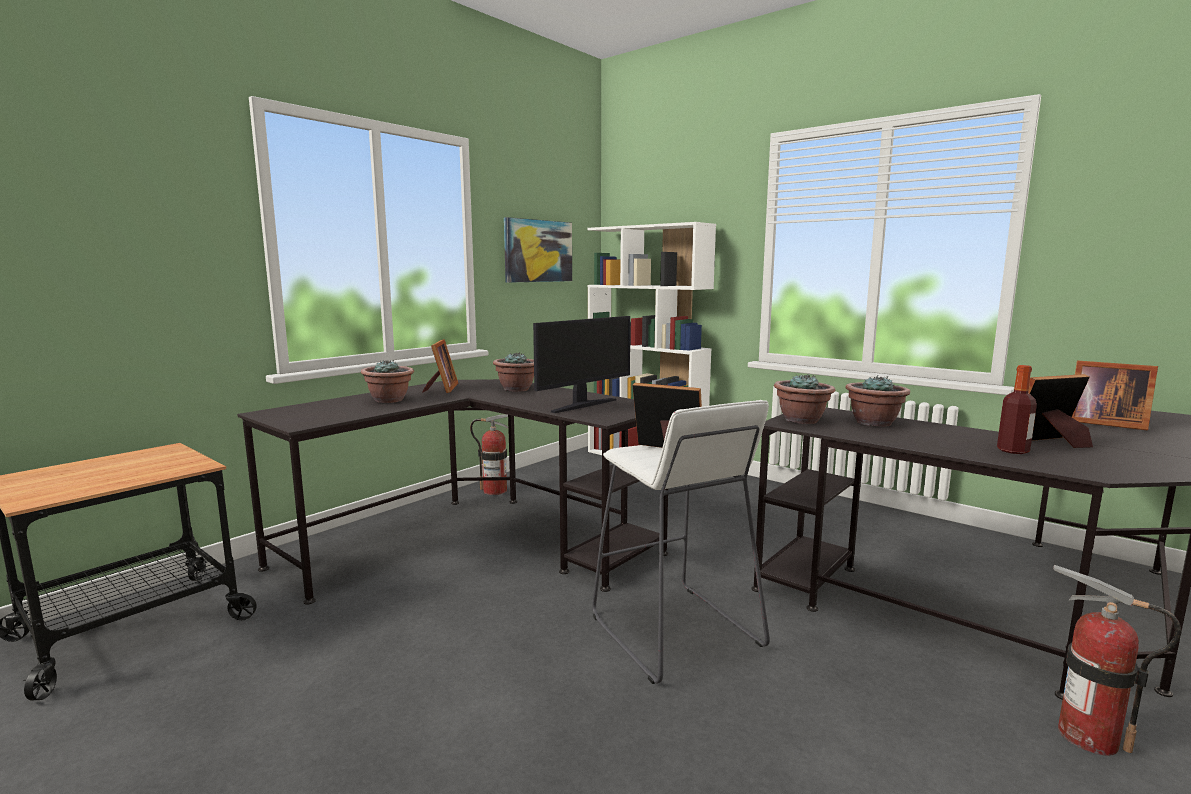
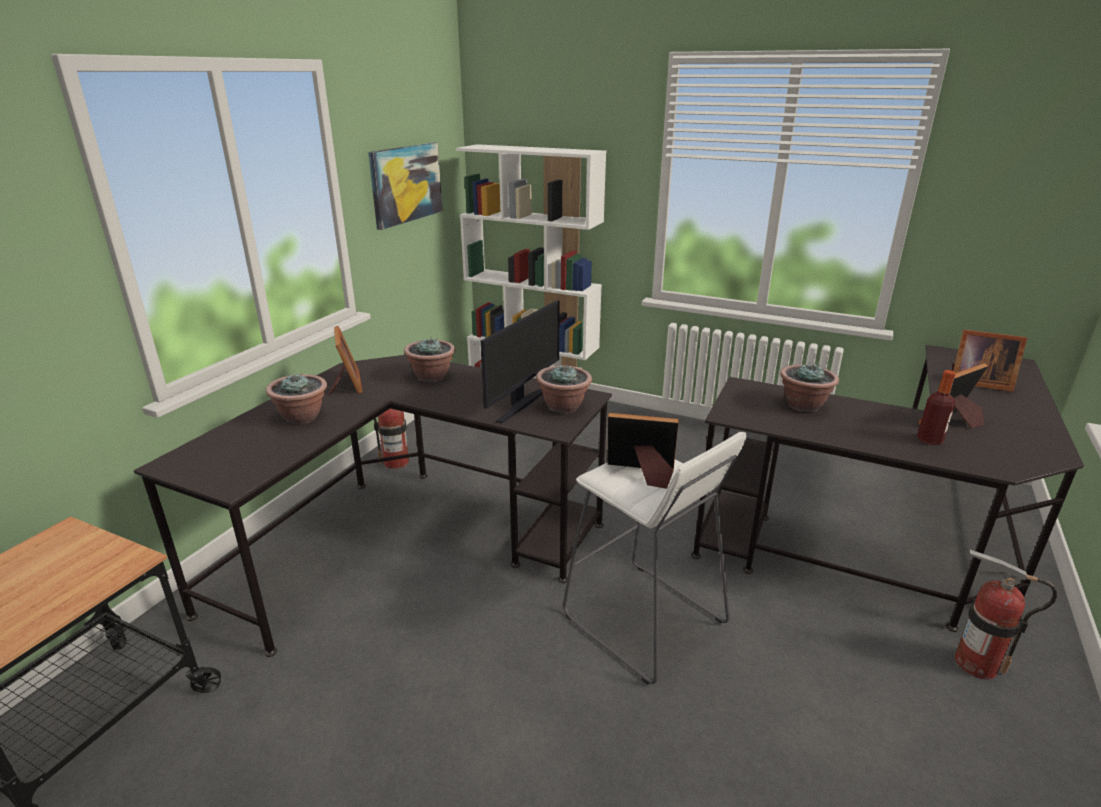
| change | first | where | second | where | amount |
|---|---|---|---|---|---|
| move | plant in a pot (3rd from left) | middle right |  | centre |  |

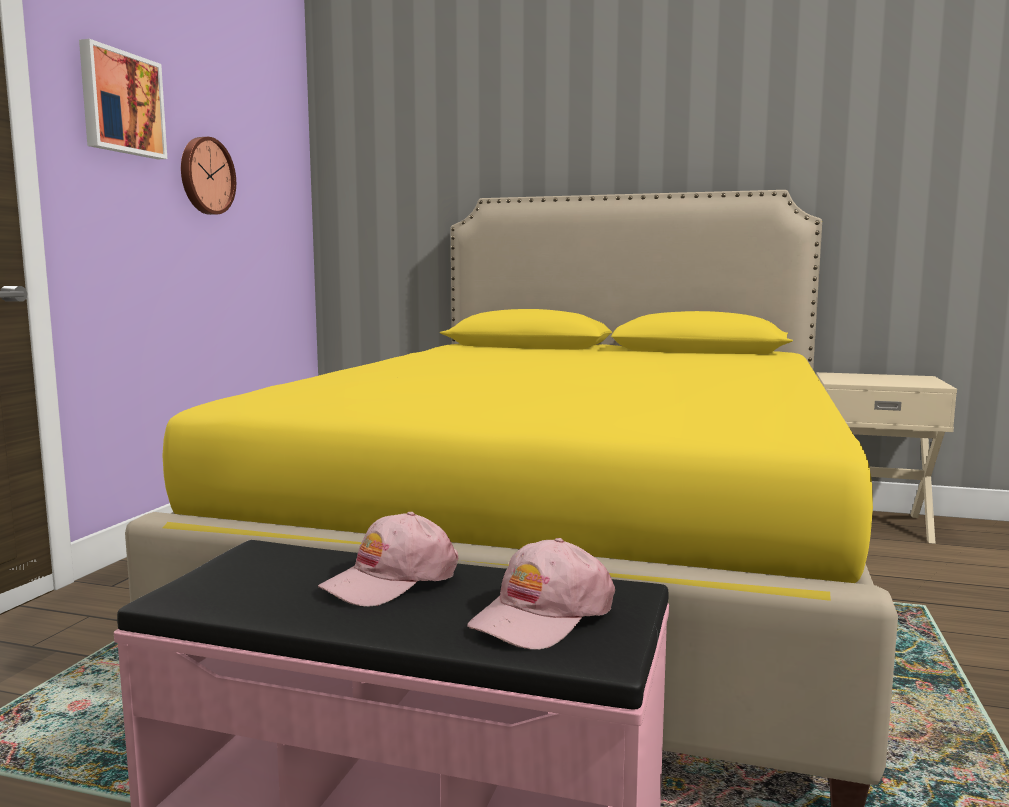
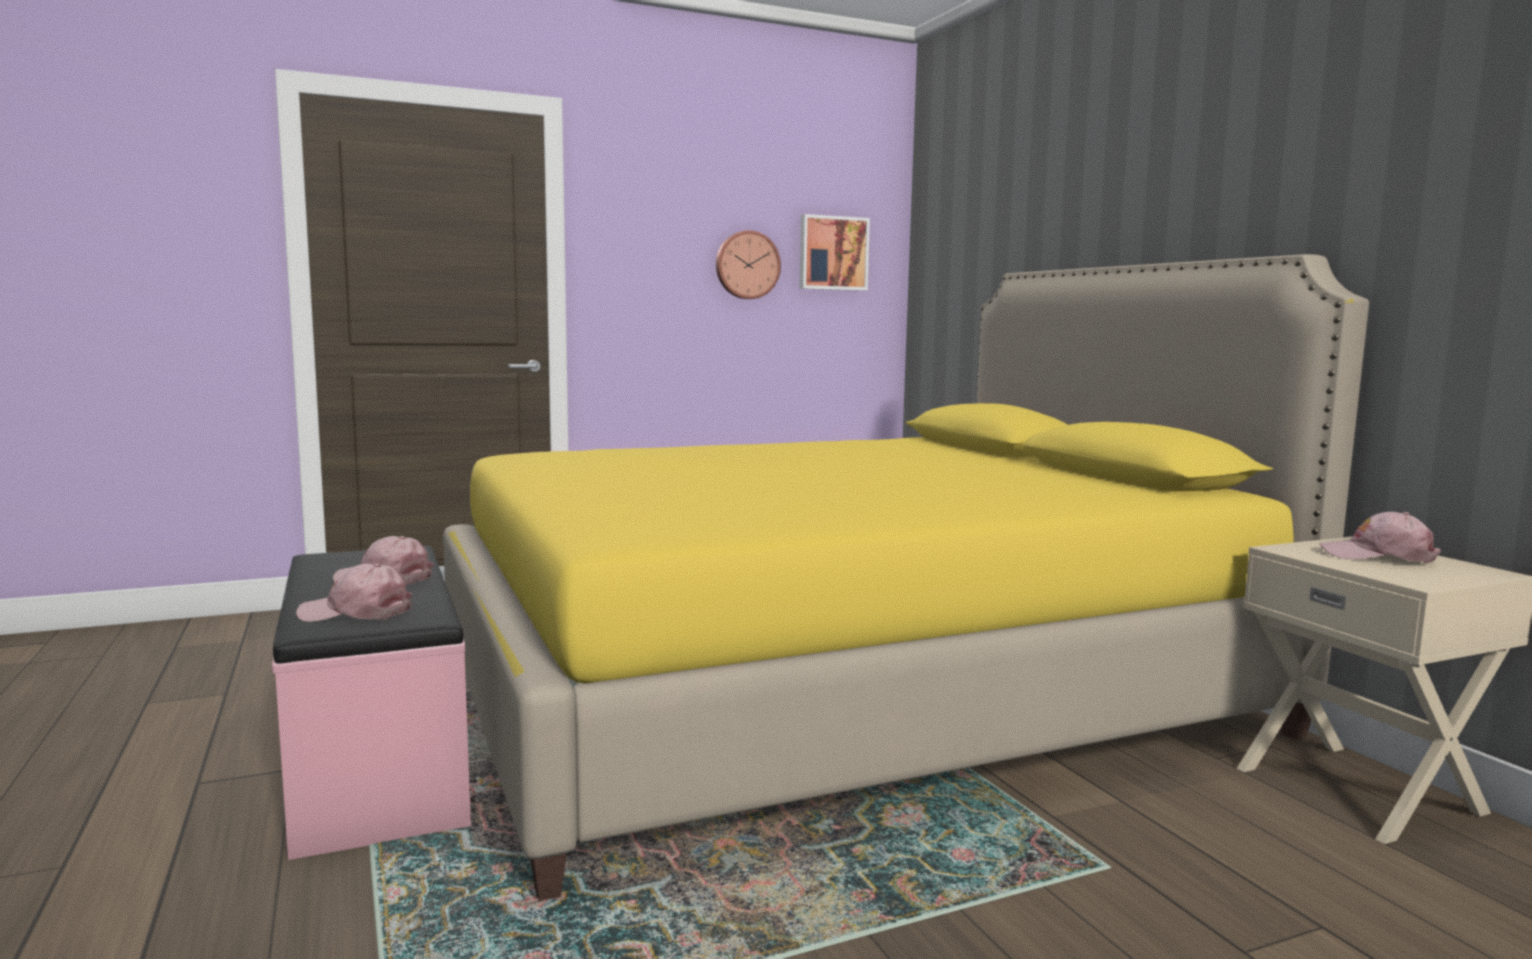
| change | first | where | second | where | amount |
|---|---|---|---|---|---|
| insert |  |  | cap (pink) (3rd from left) | middle right |  |
| move | wall picture | top left |  | top centre |  |

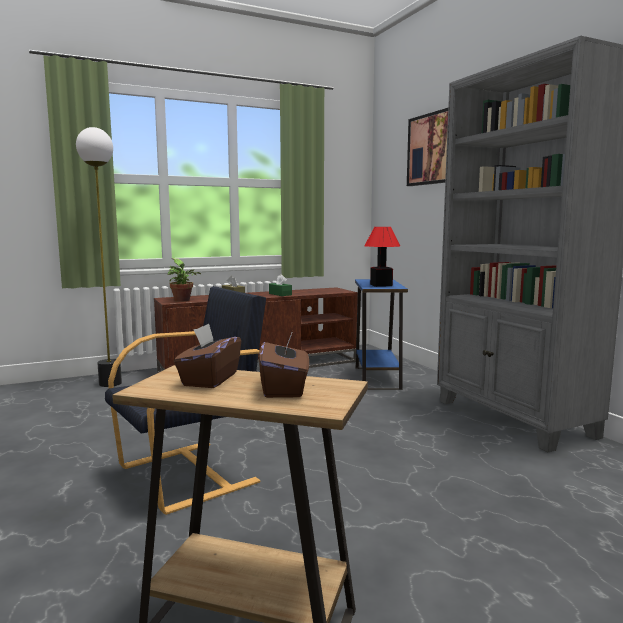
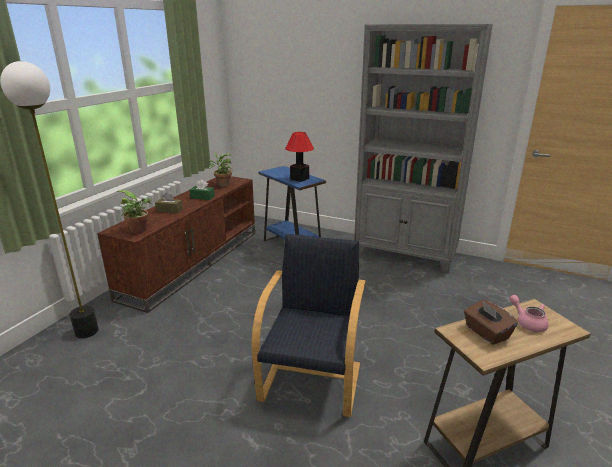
| change | first | where | second | where | amount |
|---|---|---|---|---|---|
| delete | wall picture | top right |  |  |  |
| insert |  |  | plant in a pot (2nd from left) | centre |  |
| replace | tissue holder (brownish) (3rd from left) | centre | tea pot (pink) | bottom right |  |

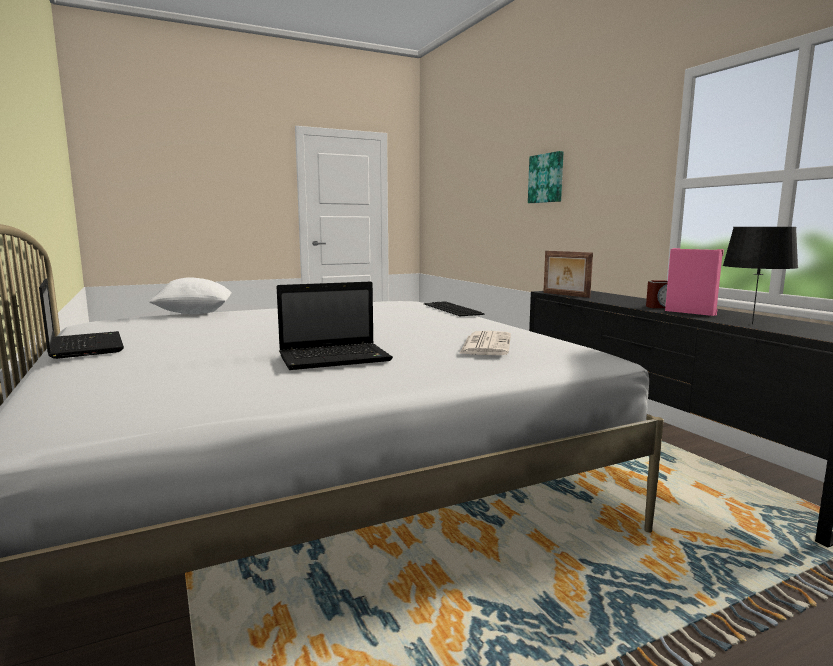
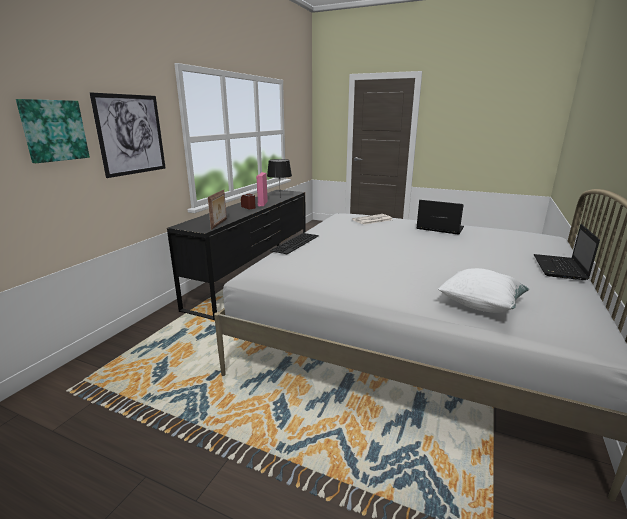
| change | first | where | second | where | amount |
|---|---|---|---|---|---|
| insert |  |  | wall picture (2nd from left) | top left |  |

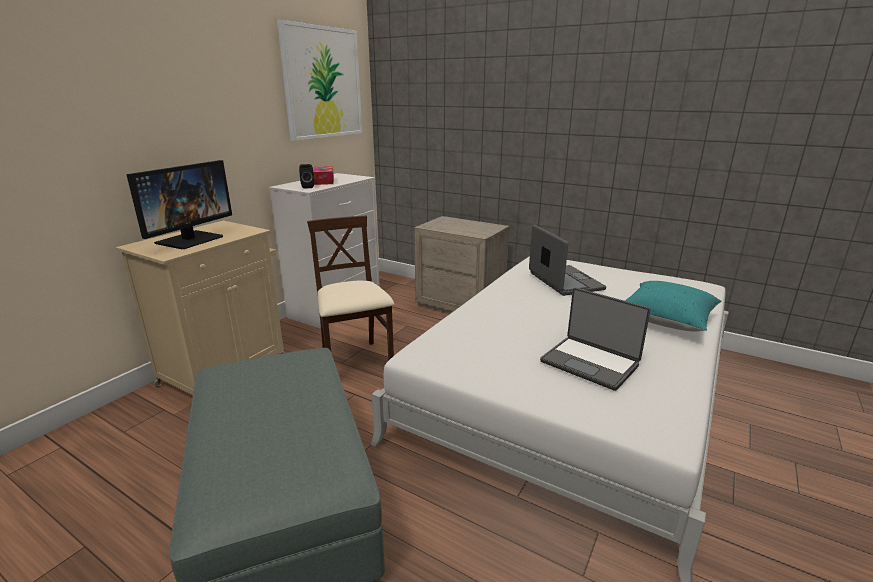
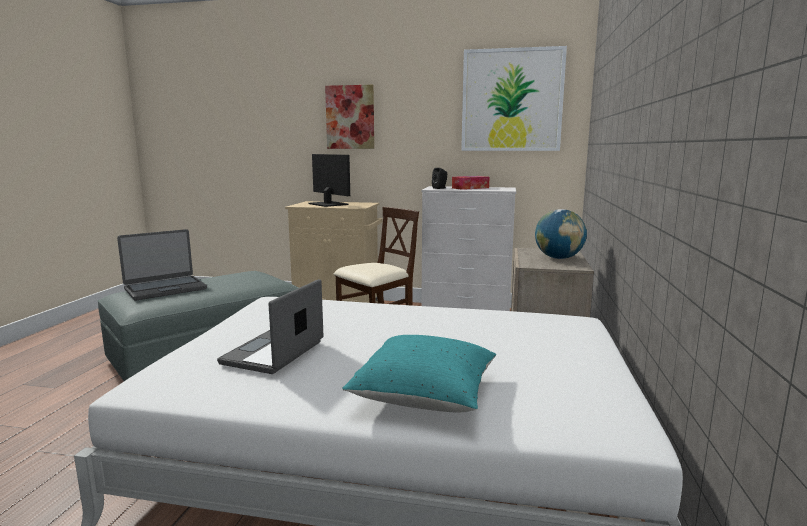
| change | first | where | second | where | amount |
|---|---|---|---|---|---|
| insert |  |  | wall picture (1st from left) | top centre |  |
| insert |  |  | globe | middle right |  |
| move | laptop (1st from left) | centre |  | middle left |  |
| rotate | computer display | middle left |  | centre | 135 degrees counterclockwise |

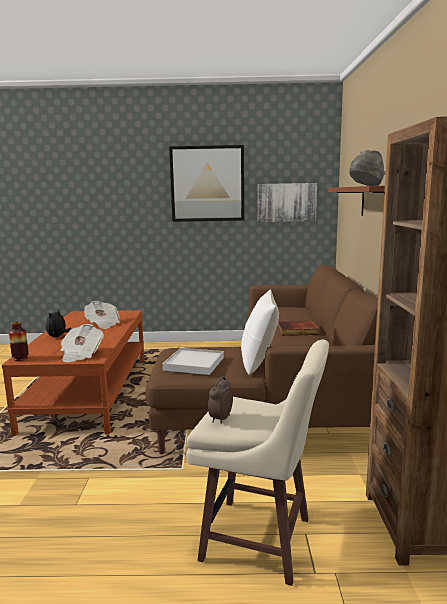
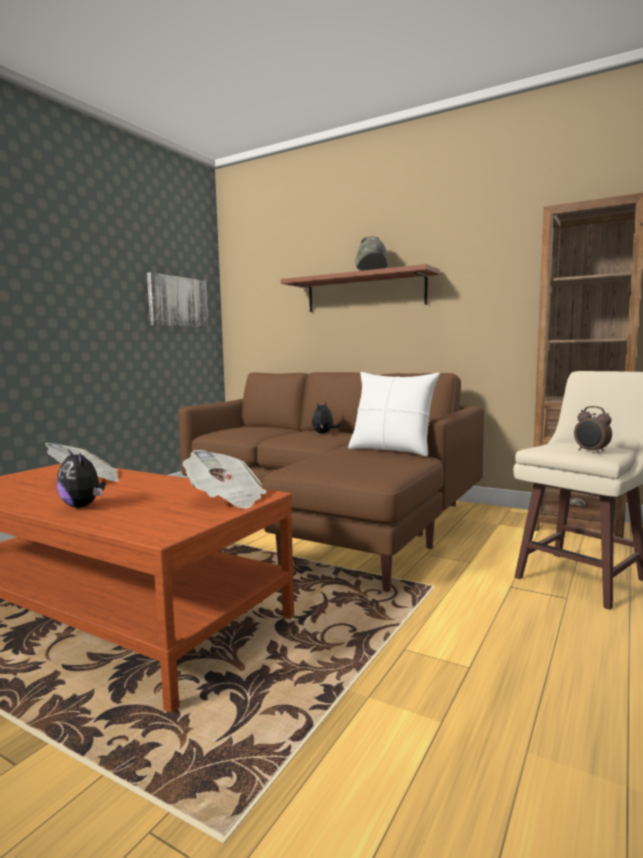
| change | first | where | second | where | amount |
|---|---|---|---|---|---|
| delete | decorative vase | middle left |  |  |  |
| delete | tray (whitish) | centre |  |  |  |
| delete | wall picture (1st from left) | top centre |  |  |  |
| replace | volume | middle right | soft toy (2nd from left) | centre |  |

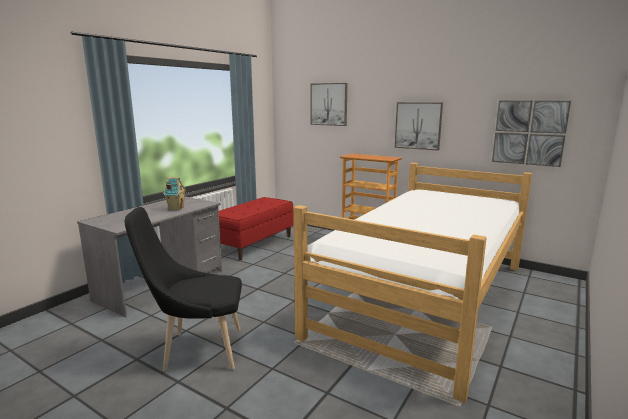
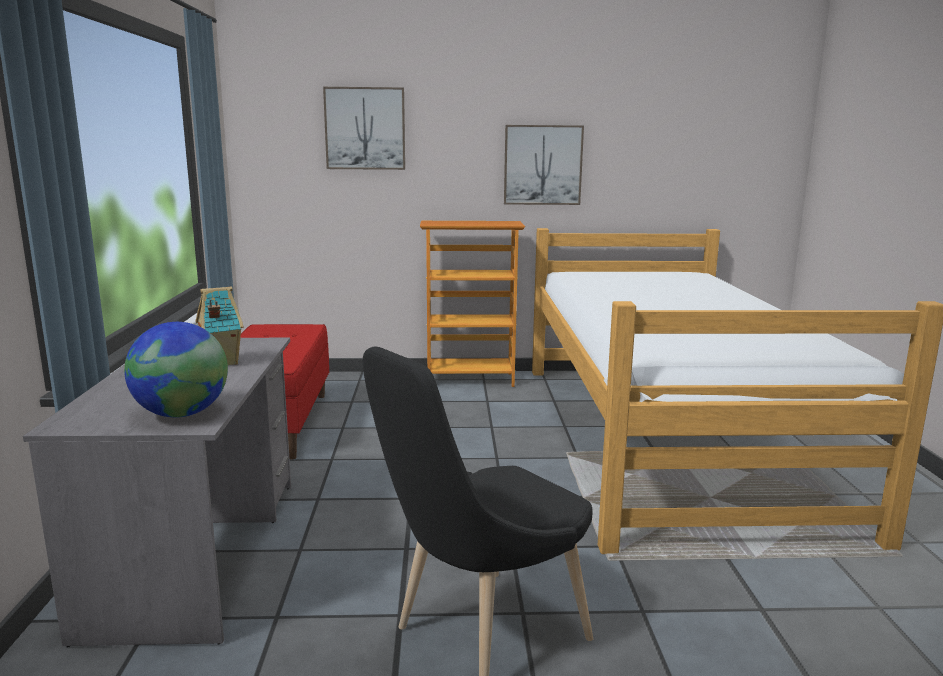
| change | first | where | second | where | amount |
|---|---|---|---|---|---|
| delete | wall picture (3rd from left) | top right |  |  |  |
| insert |  |  | globe | middle left |  |

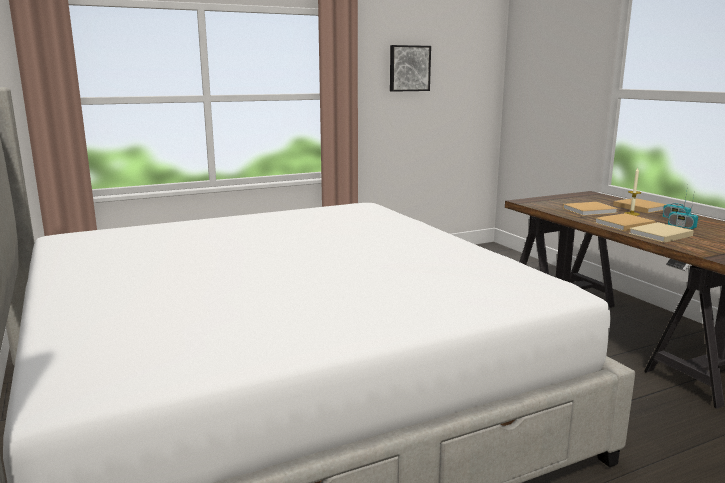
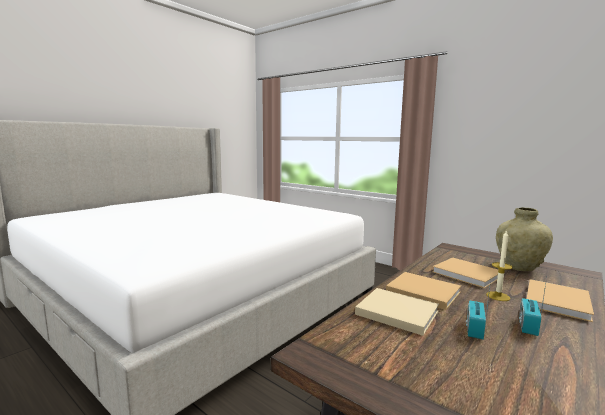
| change | first | where | second | where | amount |
|---|---|---|---|---|---|
| delete | wall picture | top centre |  |  |  |
| insert |  |  | decorative vase (sand-coloured) | middle right |  |

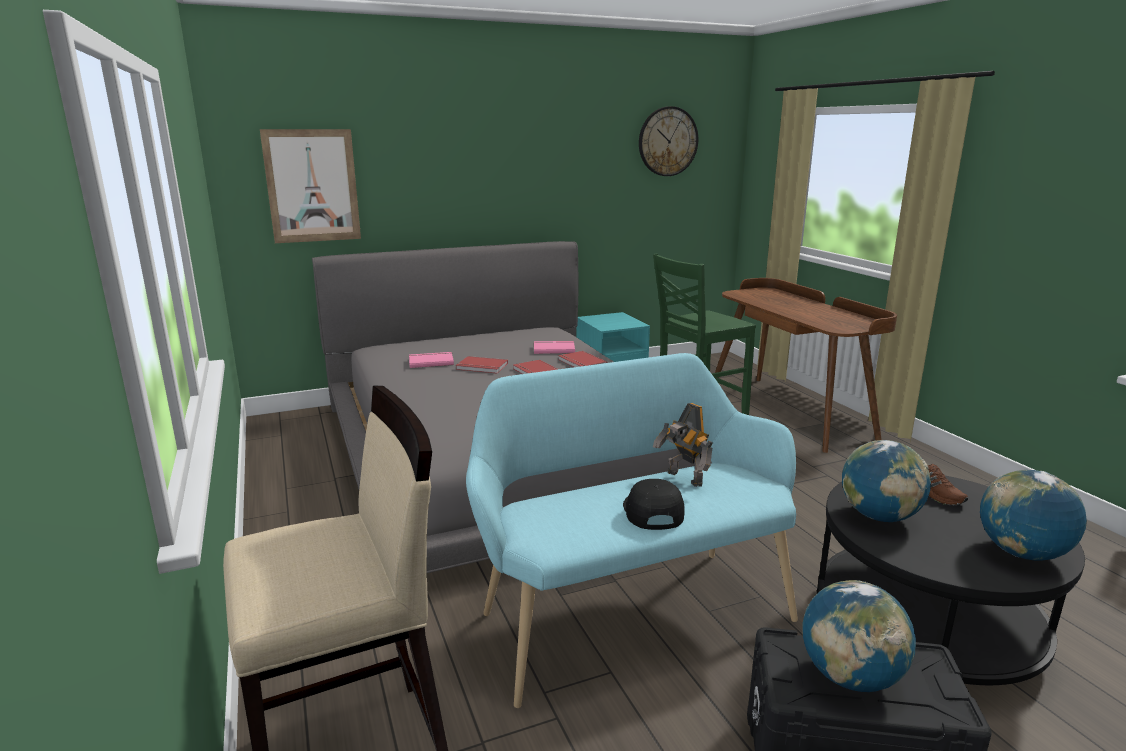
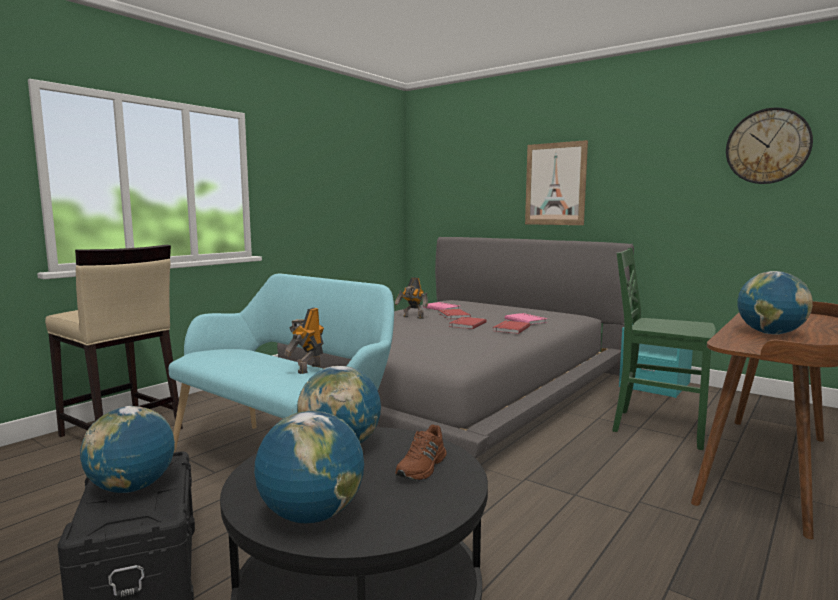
| change | first | where | second | where | amount |
|---|---|---|---|---|---|
| delete | cap (black-coloured) | bottom centre |  |  |  |
| insert |  |  | model robot (2nd from left) | centre |  |
| insert |  |  | globe (4th from left) | middle right |  |
| move | wall picture | top left |  | top centre |  |

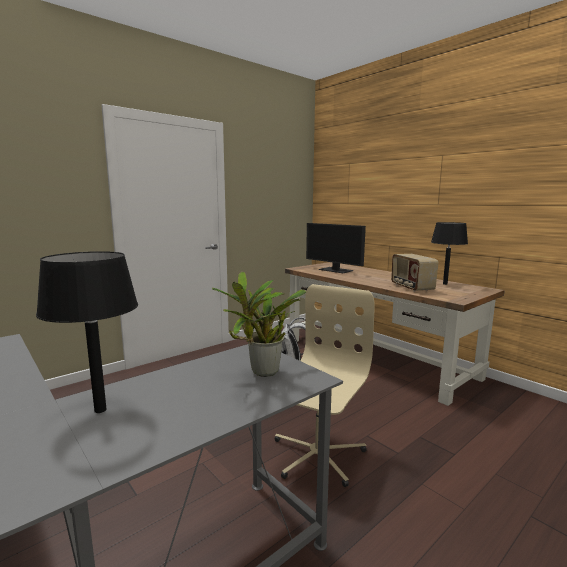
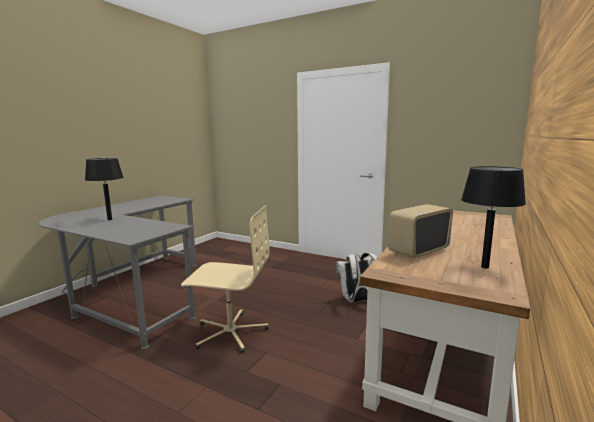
| change | first | where | second | where | amount |
|---|---|---|---|---|---|
| delete | plant in a pot | centre |  |  |  |
| delete | computer display | centre |  |  |  |

